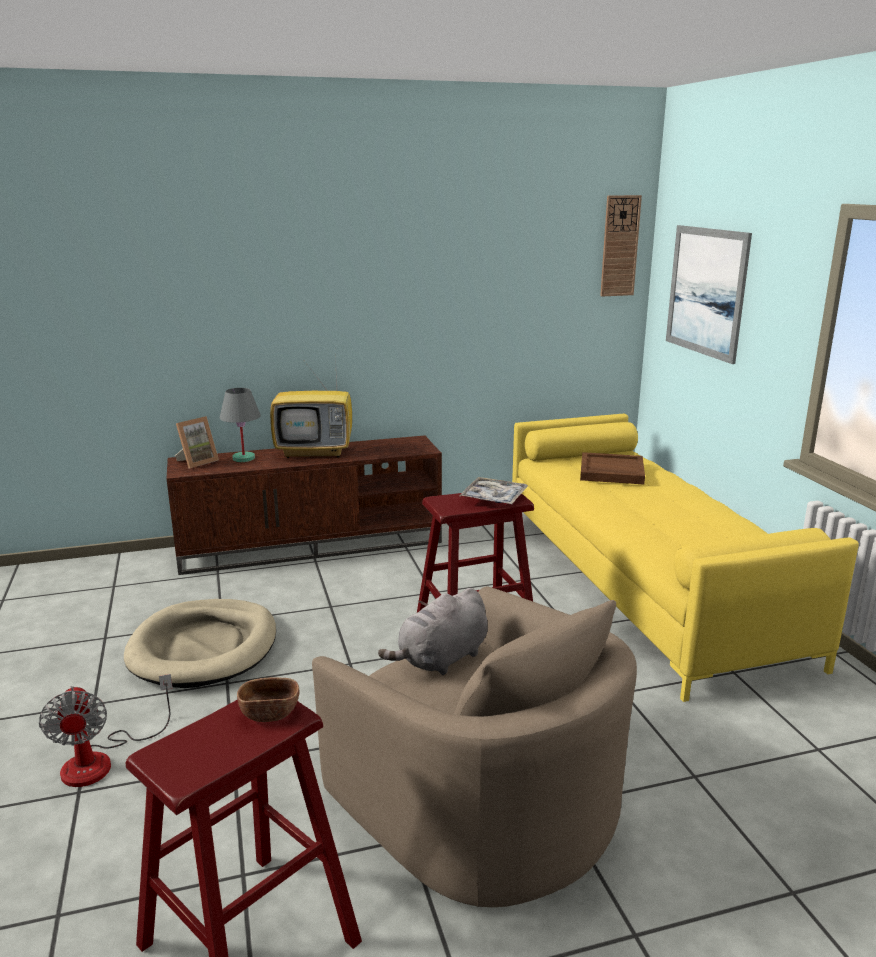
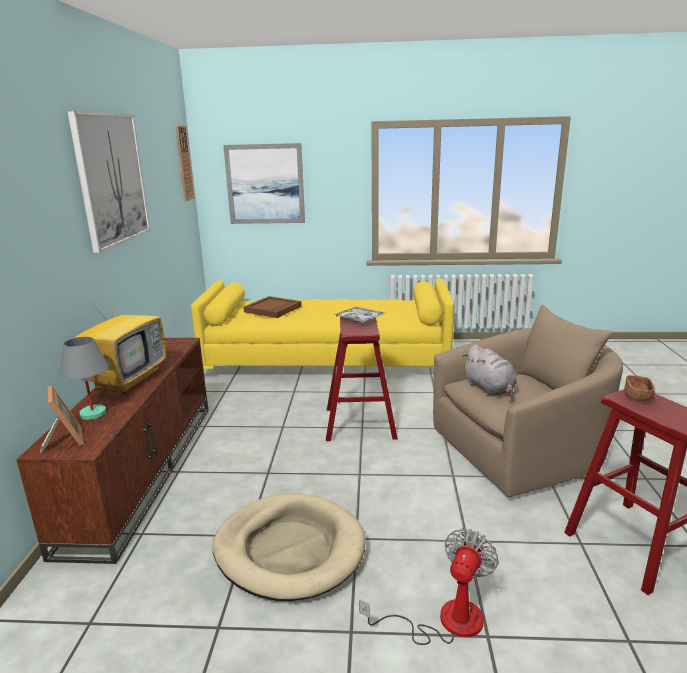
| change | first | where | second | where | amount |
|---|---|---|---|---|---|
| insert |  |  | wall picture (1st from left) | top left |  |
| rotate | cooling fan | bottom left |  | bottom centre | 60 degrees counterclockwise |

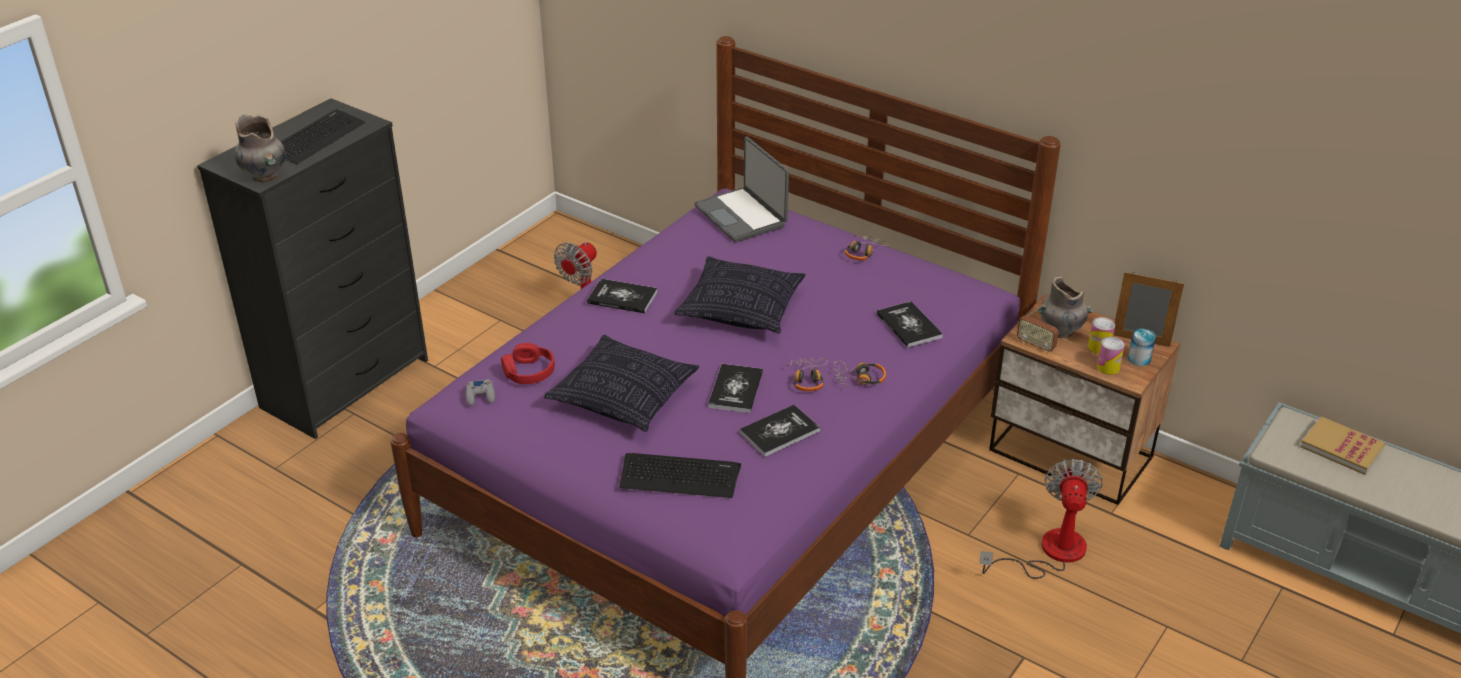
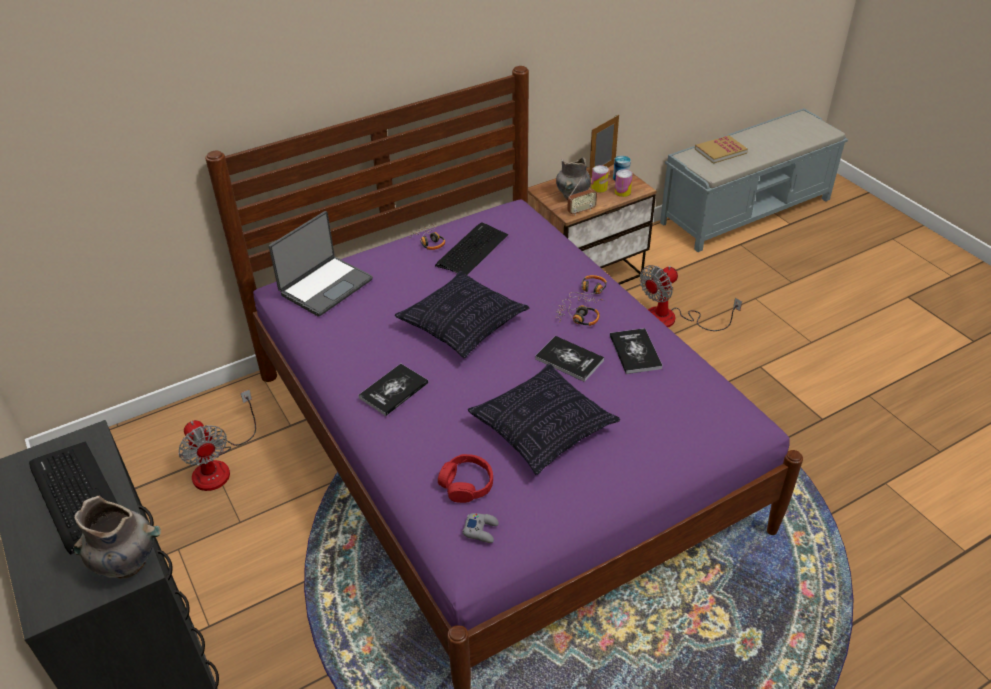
| change | first | where | second | where | amount |
|---|---|---|---|---|---|
| delete | volume (4th from left) | centre |  |  |  |
| move | keyboard (2nd from left) | bottom centre |  | centre |  |
| rotate | laptop | top centre |  | middle left | 45 degrees counterclockwise |
| rotate | cooling fan (2nd from left) | bottom right |  | middle right | 75 degrees counterclockwise |

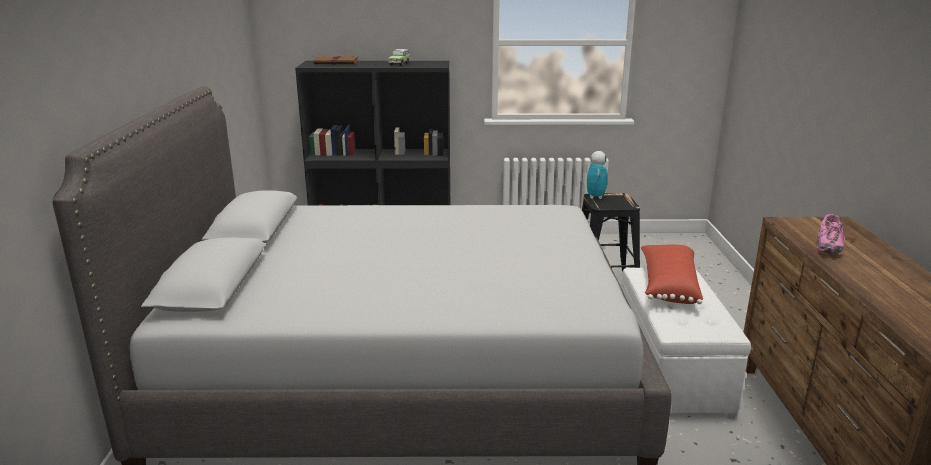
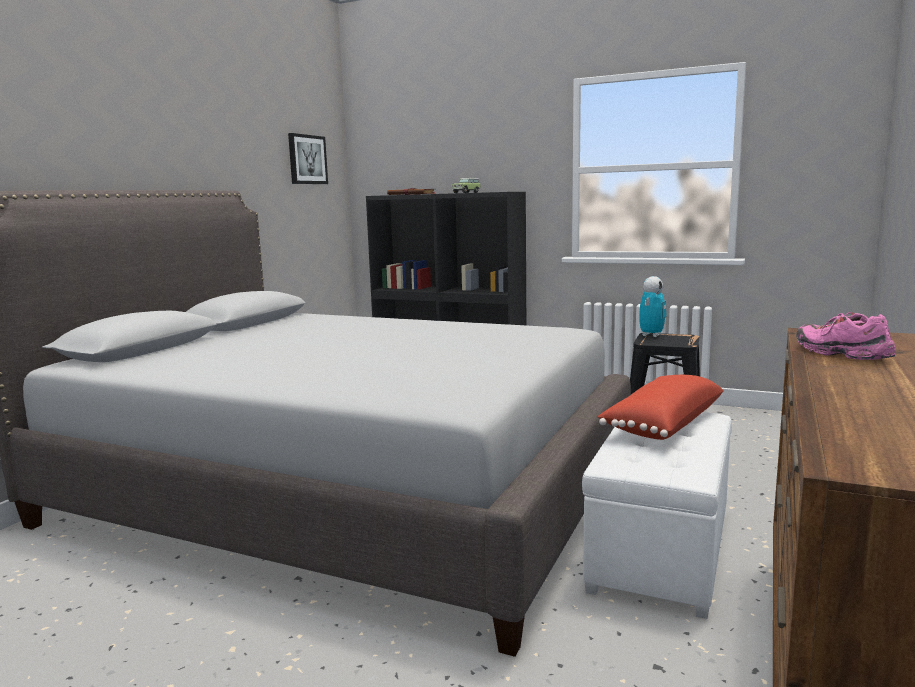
| change | first | where | second | where | amount |
|---|---|---|---|---|---|
| insert |  |  | wall picture | top centre |  |
| rotate | item of footwear (pink) | middle right |  | middle right | 105 degrees clockwise |

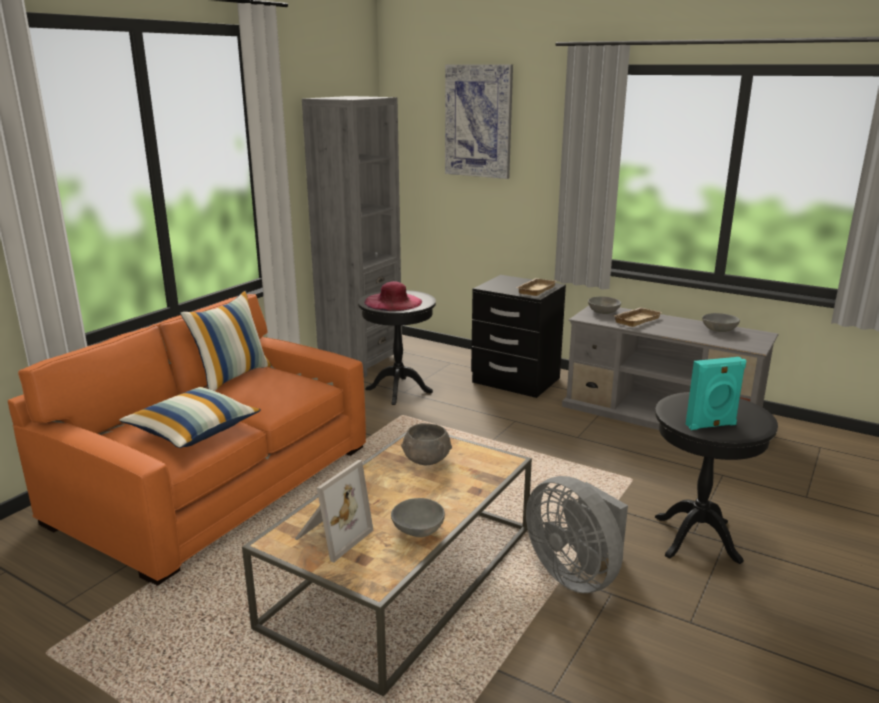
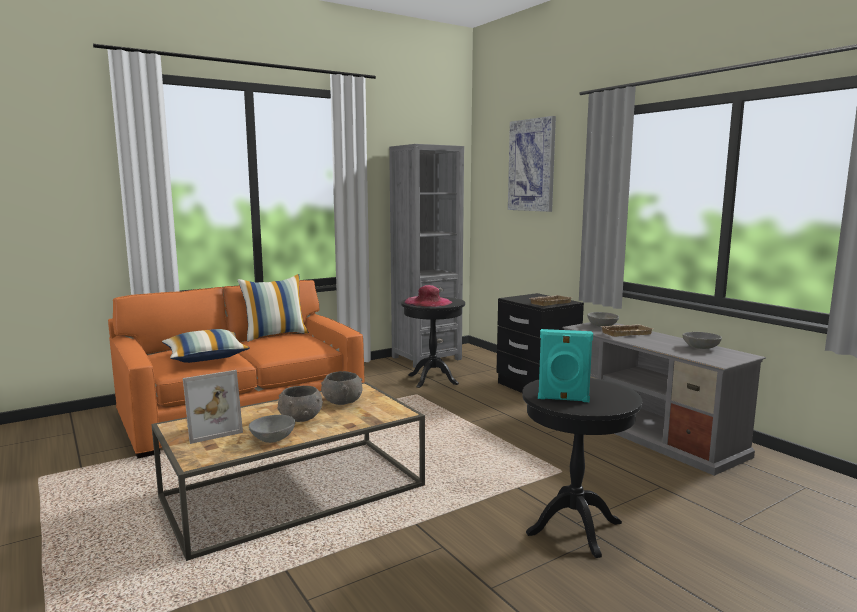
| change | first | where | second | where | amount |
|---|---|---|---|---|---|
| delete | cooling fan (greyish) | bottom centre |  |  |  |
| insert |  |  | deep dish (greyish) (2nd from left) | centre |  |

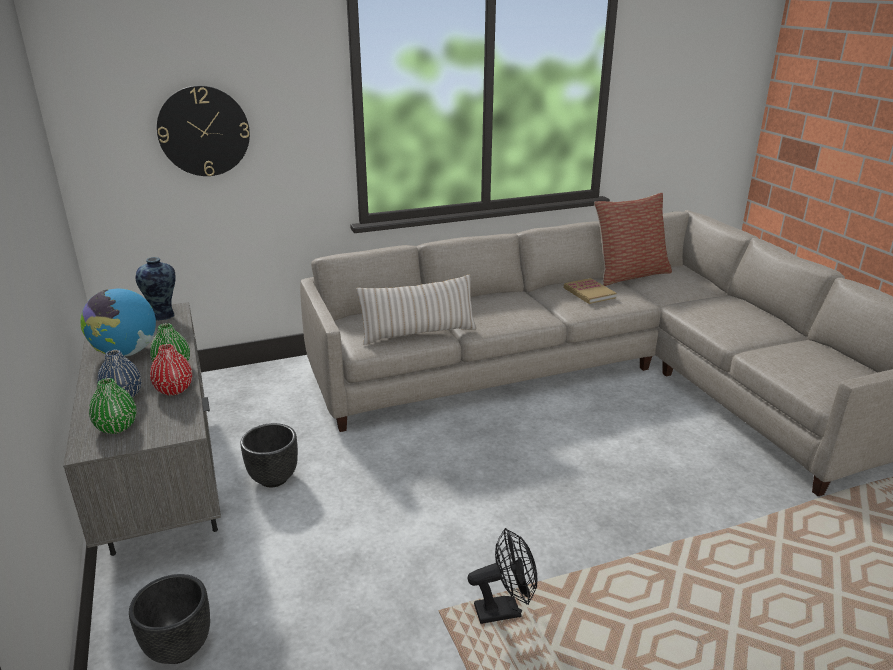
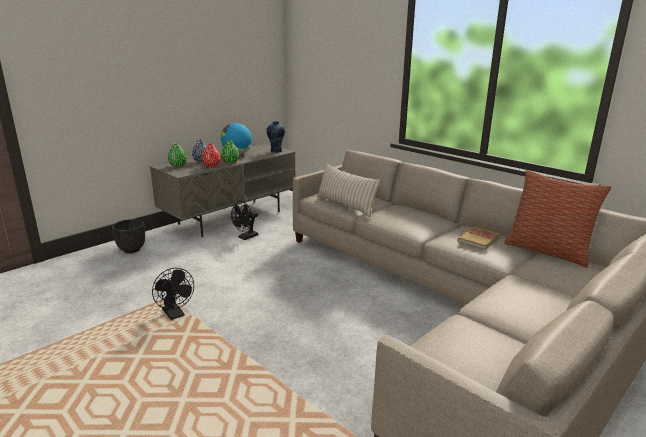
| change | first | where | second | where | amount |
|---|---|---|---|---|---|
| delete | wall clock | top left |  |  |  |
| replace | flower pot (black-coloured) (2nd from left) | bottom left | cooling fan (black-coloured) (2nd from left) | centre |  |

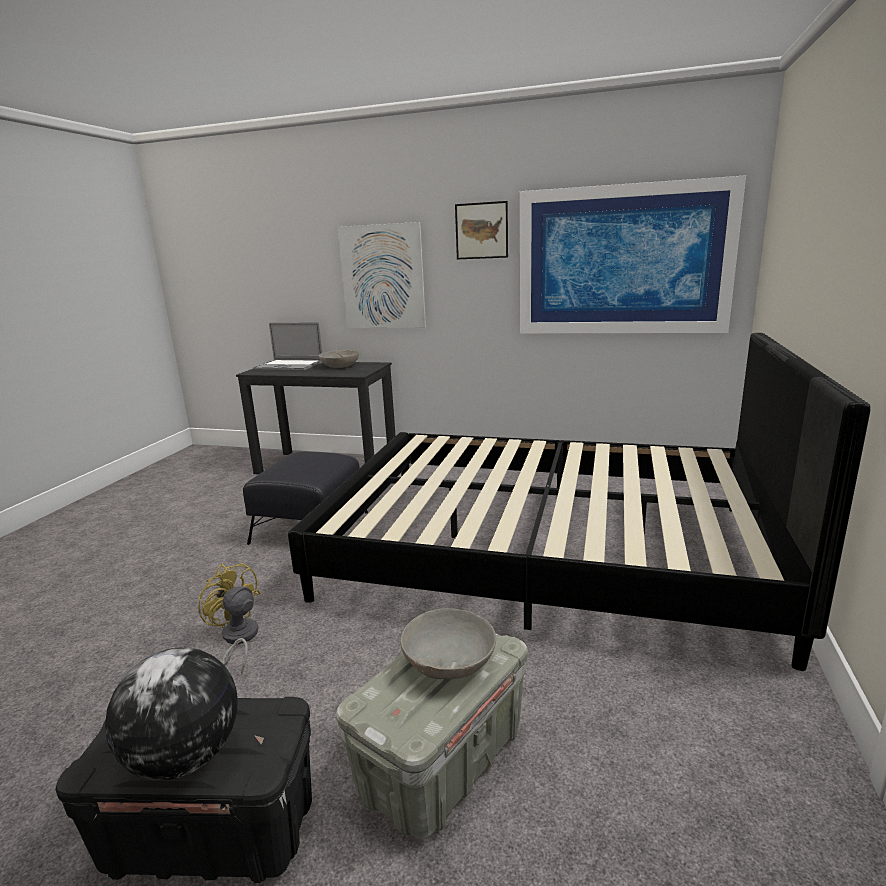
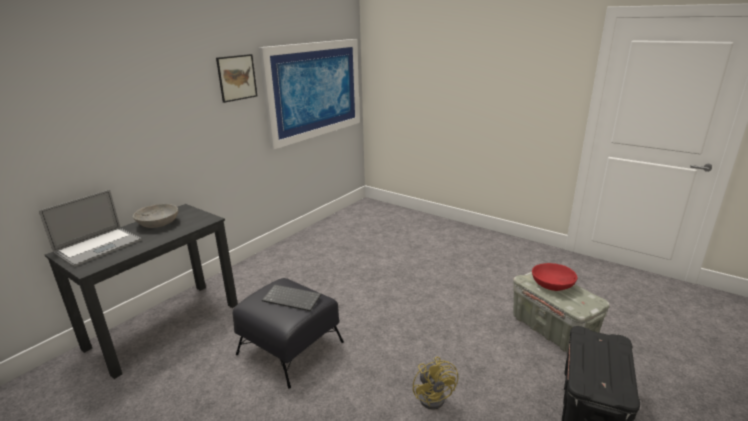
| change | first | where | second | where | amount |
|---|---|---|---|---|---|
| delete | globe | bottom left |  |  |  |
| delete | bedroom bed (black-coloured) | centre |  |  |  |
| delete | wall picture (1st from left) | top centre |  |  |  |
| insert |  |  | keyboard | bottom centre |  |
| recolor | deep dish (greyish) (2nd from left) | bottom centre | deep dish (reddish) | middle right |  |
| rotate | cooling fan (yellow-coloured) | bottom left |  | bottom centre | 75 degrees counterclockwise |

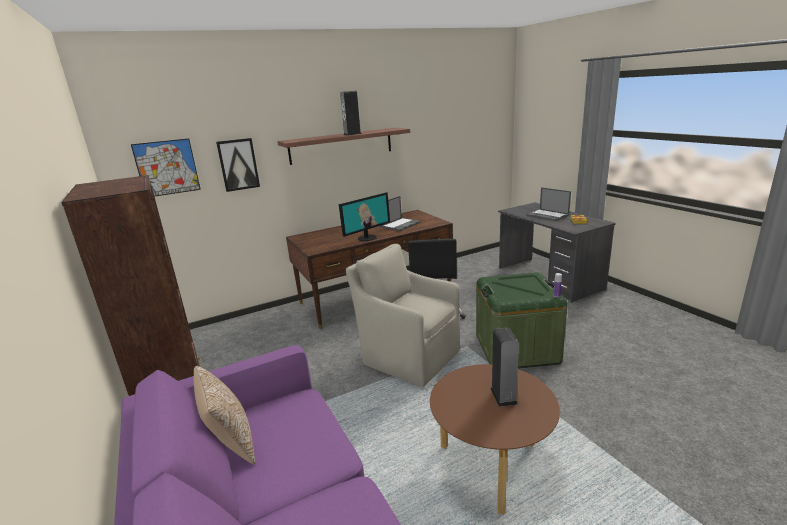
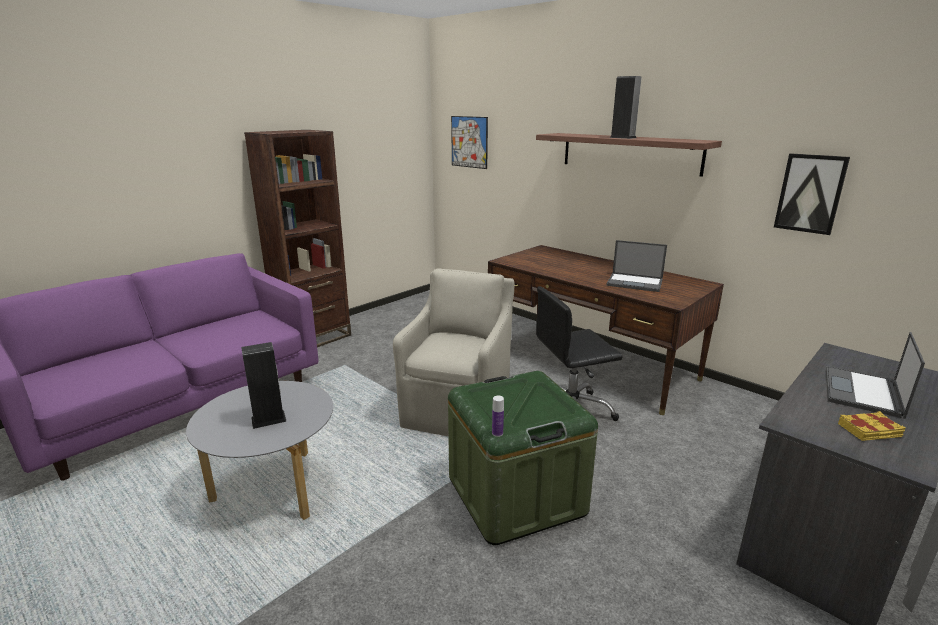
| change | first | where | second | where | amount |
|---|---|---|---|---|---|
| delete | throw pillow | bottom left |  |  |  |
| delete | computer display | centre |  |  |  |
| move | wall picture (2nd from left) | top left |  | top right |  |
| recolor | lounge table (brownish) | bottom centre | lounge table (greyish) | bottom left |  |

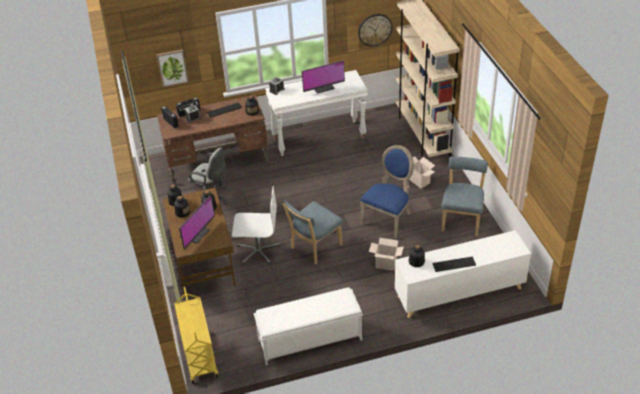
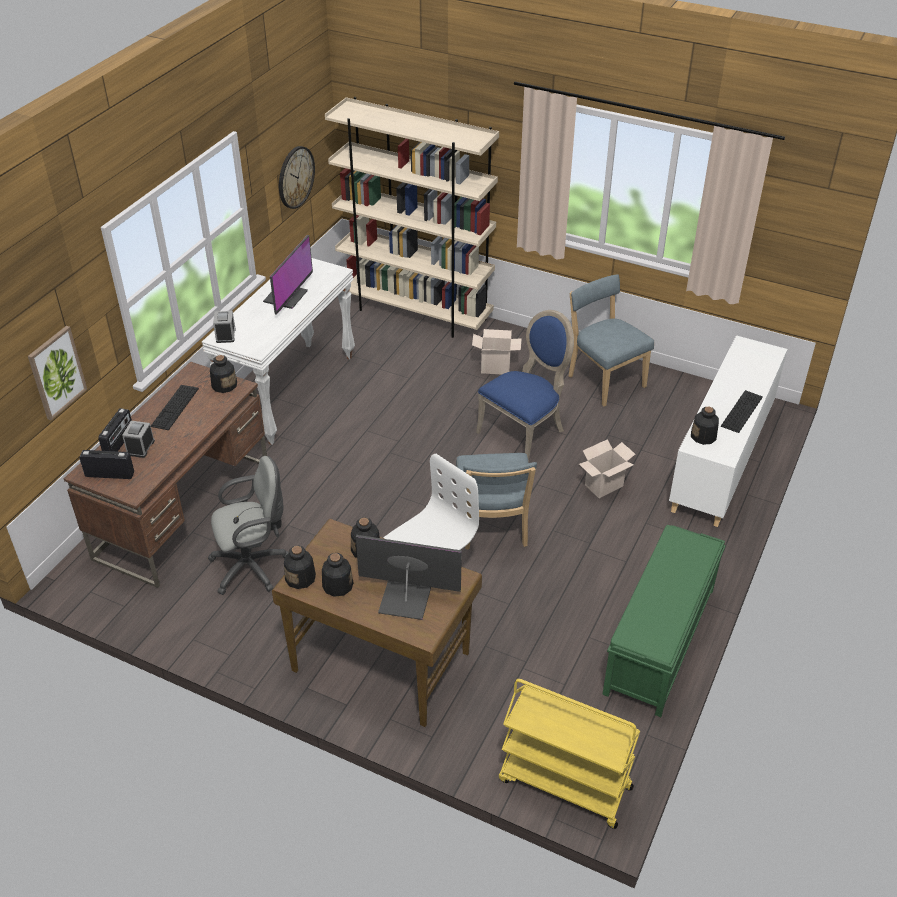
| change | first | where | second | where | amount |
|---|---|---|---|---|---|
| recolor | bench (whitish) | bottom centre | bench (greenish) | bottom right |  |
| rotate | computer display (1st from left in the first image) | middle left | computer display (2nd from left) | centre | 60 degrees counterclockwise |
| rotate | chair (blue-coloured) (2nd from left) | centre |  | centre | 60 degrees clockwise |

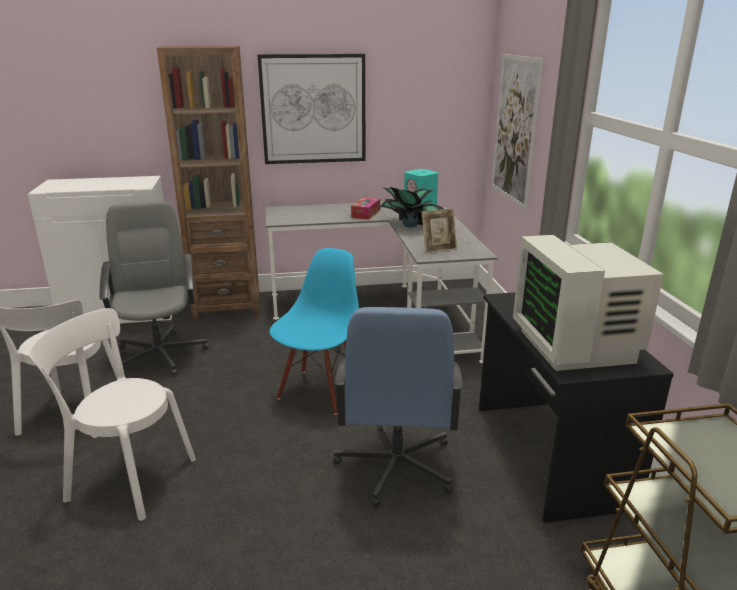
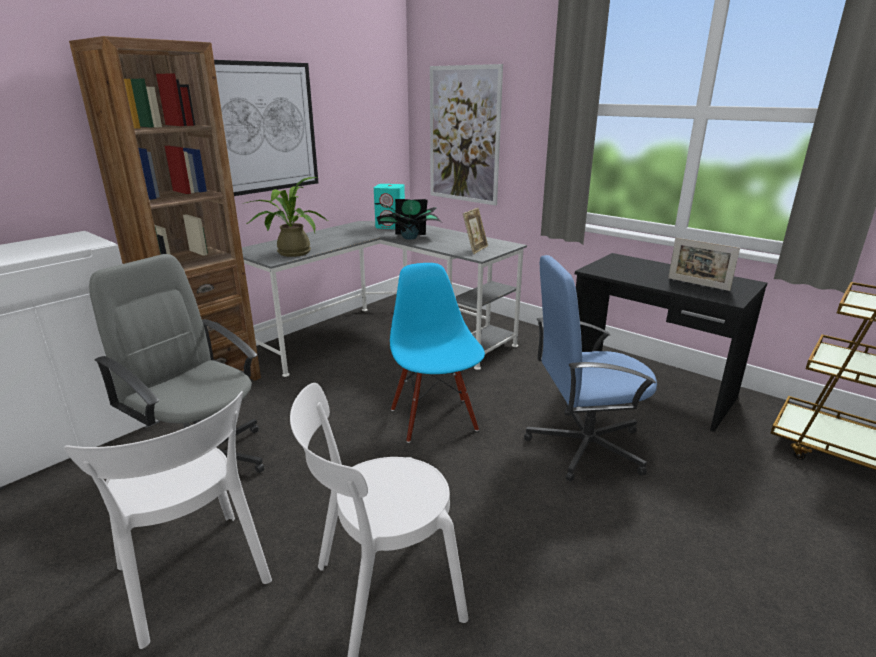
| change | first | where | second | where | amount |
|---|---|---|---|---|---|
| delete | tissue holder | centre |  |  |  |
| insert |  |  | plant in a pot (1st from left) | top left |  |
| replace | computer display | middle right | photo frame (2nd from left) | middle right |  |
| rotate | desk chair (blue-coloured) | bottom centre |  | middle right | 120 degrees clockwise |

